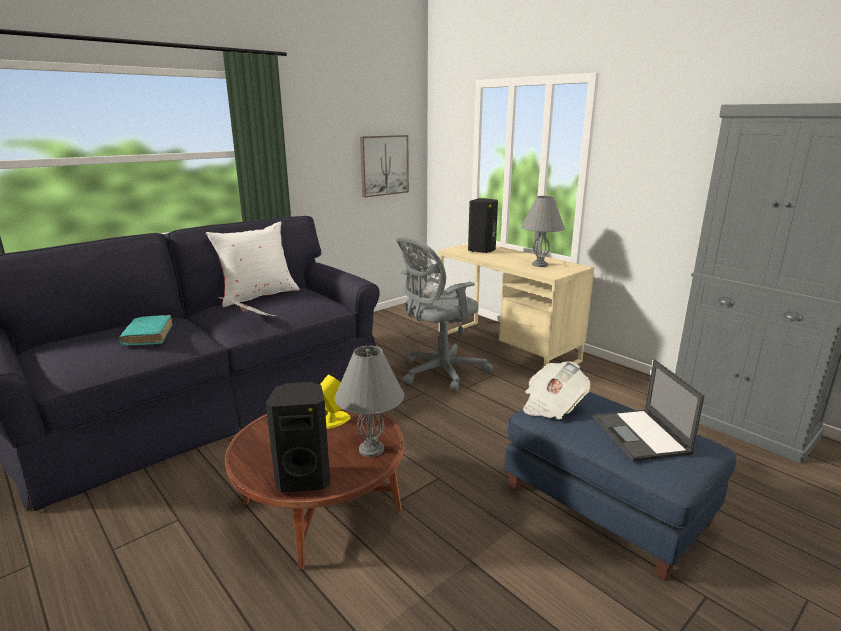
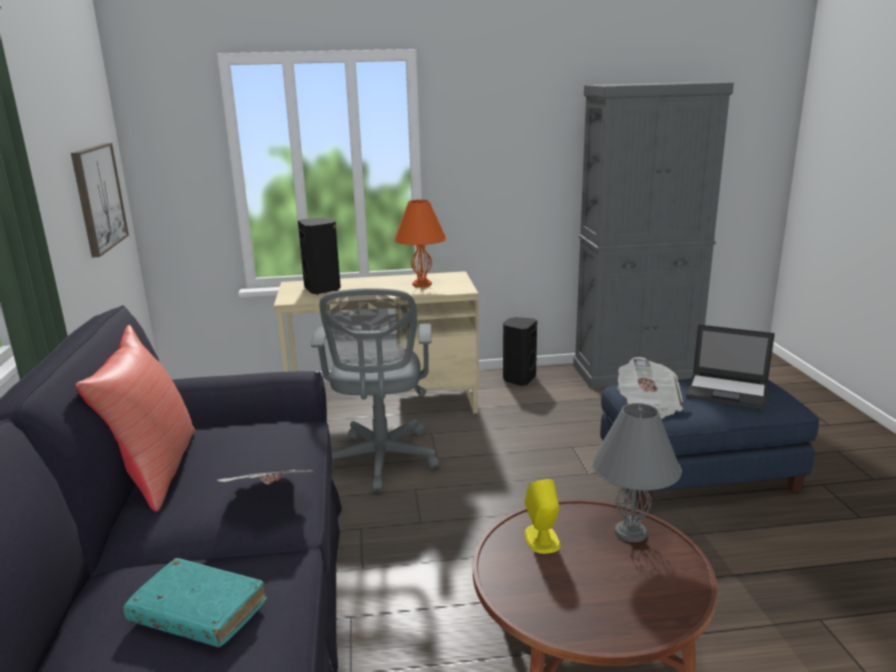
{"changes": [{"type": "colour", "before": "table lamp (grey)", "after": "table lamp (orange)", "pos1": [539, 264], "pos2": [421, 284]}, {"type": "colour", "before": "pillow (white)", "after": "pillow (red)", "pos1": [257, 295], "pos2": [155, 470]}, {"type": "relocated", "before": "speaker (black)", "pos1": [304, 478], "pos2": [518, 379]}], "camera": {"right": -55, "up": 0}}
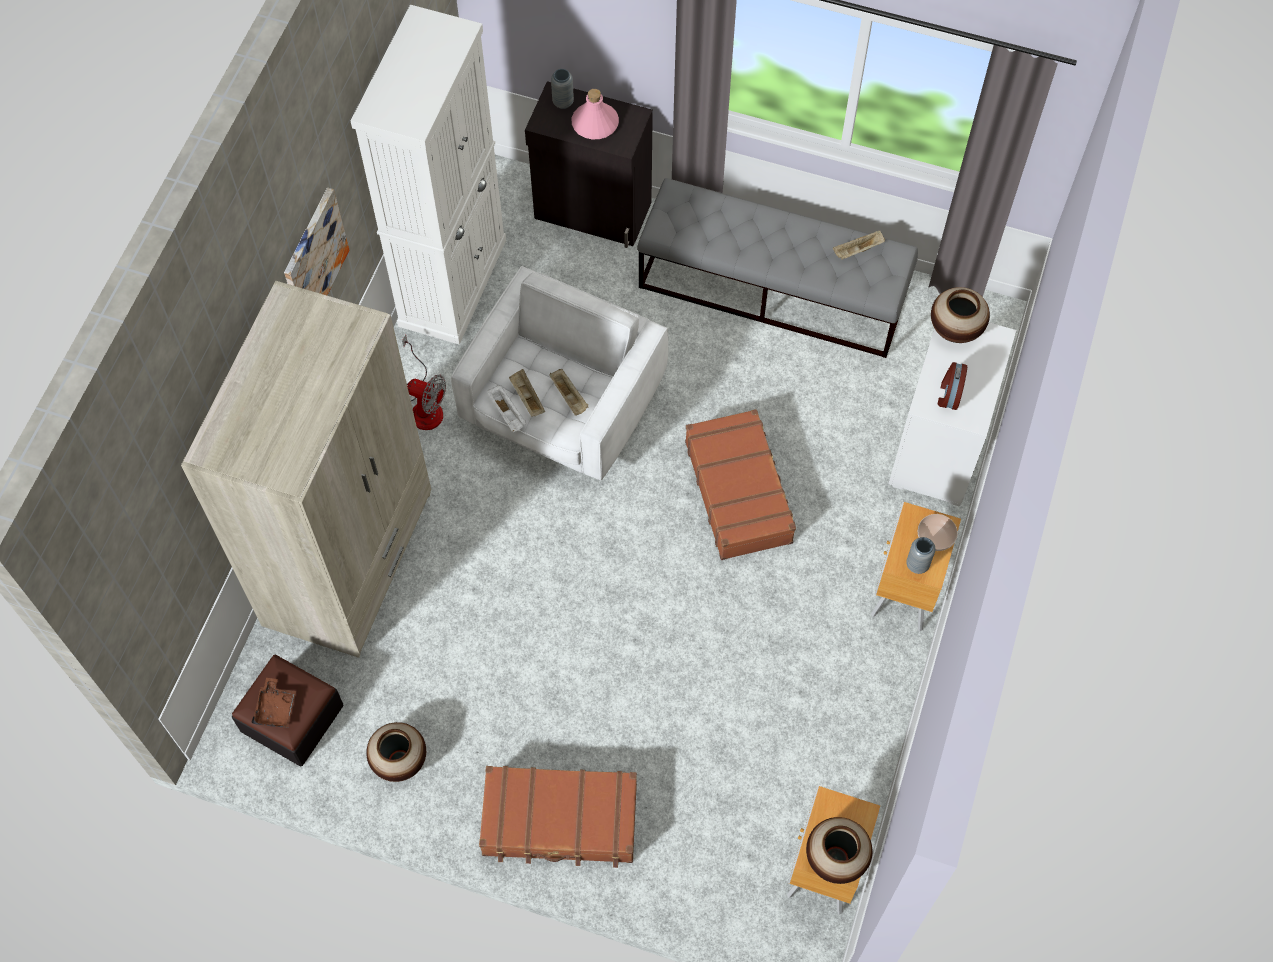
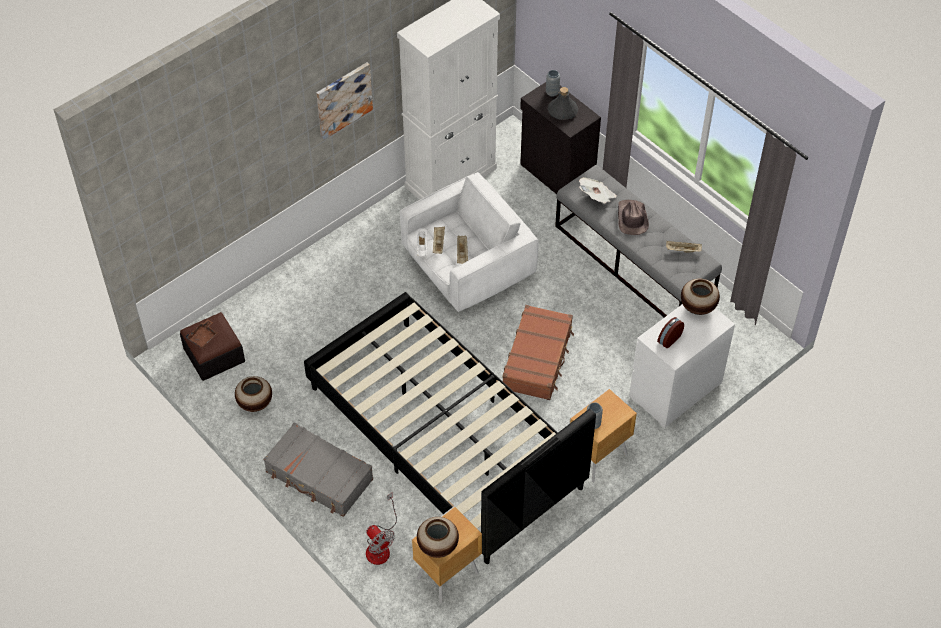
{"changes": [{"type": "colour", "before": "bottle (pink)", "after": "bottle (grey)", "pos1": [594, 123], "pos2": [562, 111]}, {"type": "missing", "before": "wardrobe (beige)", "pos1": [350, 559]}, {"type": "relocated", "before": "fan", "pos1": [424, 405], "pos2": [380, 545]}, {"type": "missing", "before": "bowl", "pos1": [935, 537]}, {"type": "colour", "before": "suitcase (brown)", "after": "suitcase (grey)", "pos1": [560, 821], "pos2": [319, 476]}, {"type": "appeared", "after": "newspaper", "pos2": [597, 197]}, {"type": "appeared", "after": "hat (brown)", "pos2": [631, 218]}, {"type": "appeared", "after": "bed (black)", "pos2": [444, 438]}], "camera": {"right": 30, "up": -10}}
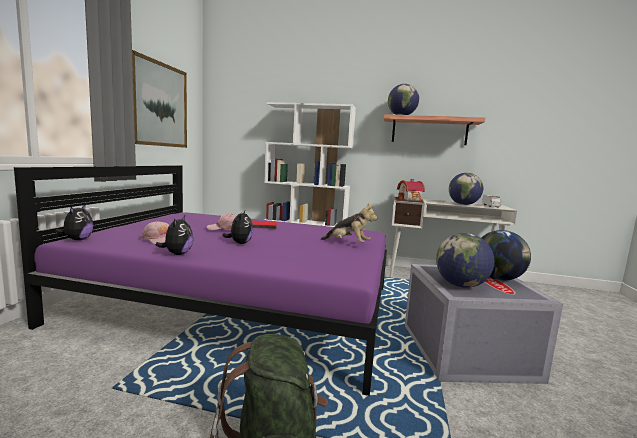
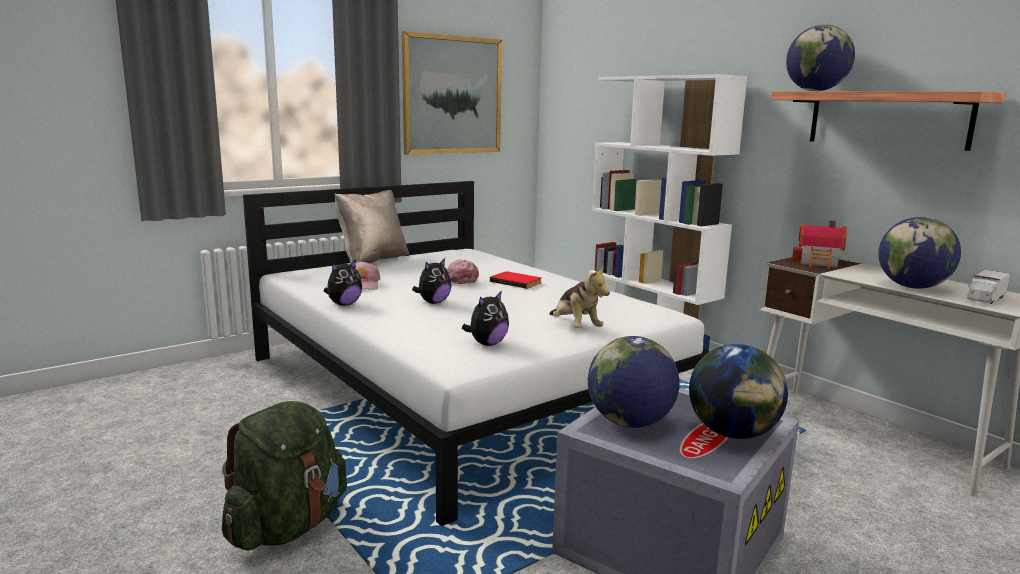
{"changes": [{"type": "colour", "before": "bed (purple)", "after": "bed (white)", "pos1": [240, 303], "pos2": [461, 386]}, {"type": "relocated", "before": "plush toy", "pos1": [77, 240], "pos2": [487, 344]}, {"type": "appeared", "after": "pillow (beige)", "pos2": [372, 260]}], "camera": {"right": 40, "up": 5}}
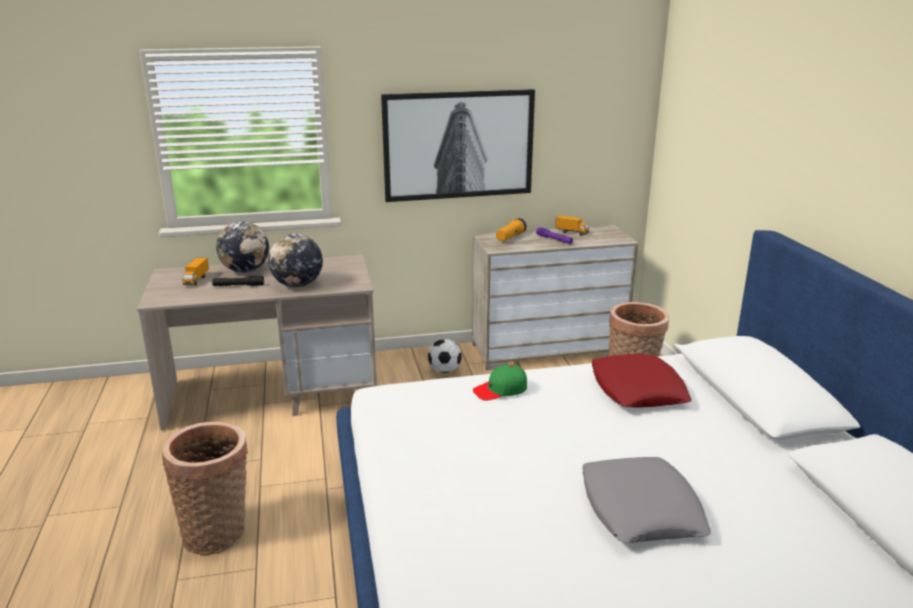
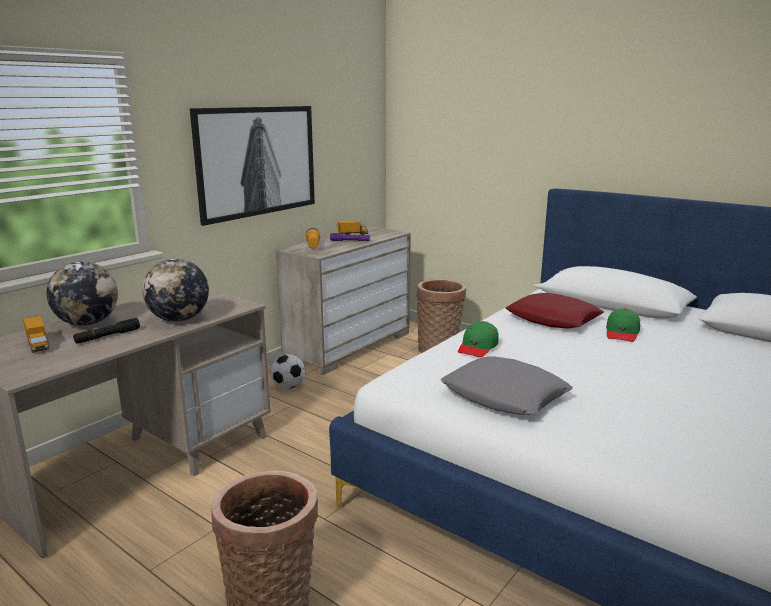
{"changes": [{"type": "relocated", "before": "pillow (grey)", "pos1": [641, 509], "pos2": [505, 395]}, {"type": "appeared", "after": "cap (green)", "pos2": [622, 333]}], "camera": {"right": -40, "up": -5}}
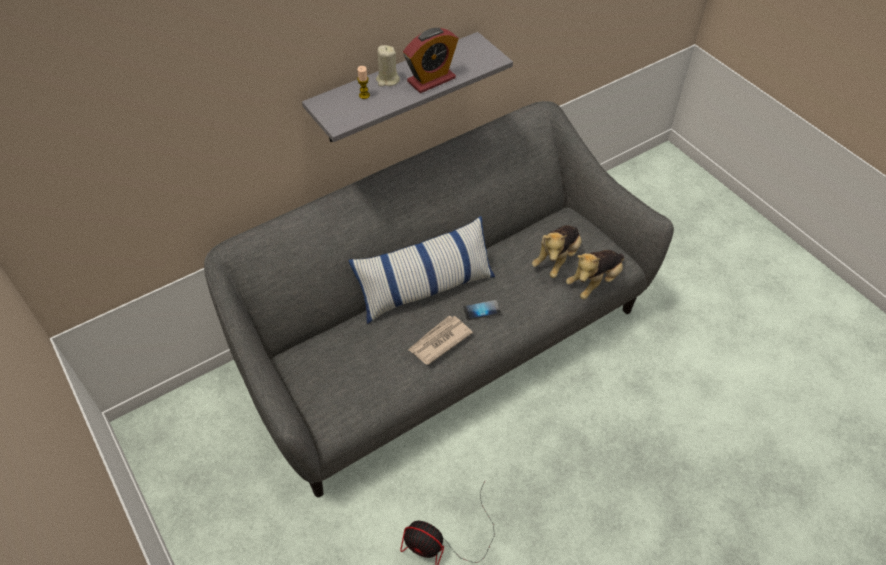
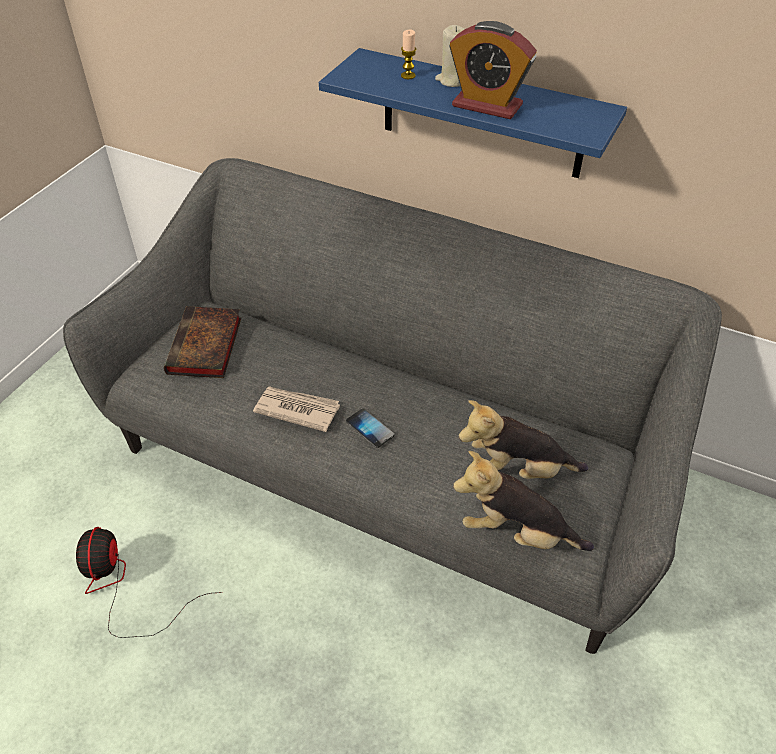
{"changes": [{"type": "colour", "before": "shelf (grey)", "after": "shelf (blue)", "pos1": [395, 89], "pos2": [482, 114]}, {"type": "missing", "before": "pillow", "pos1": [425, 288]}, {"type": "appeared", "after": "book", "pos2": [205, 348]}], "camera": {"right": 60, "up": -5}}
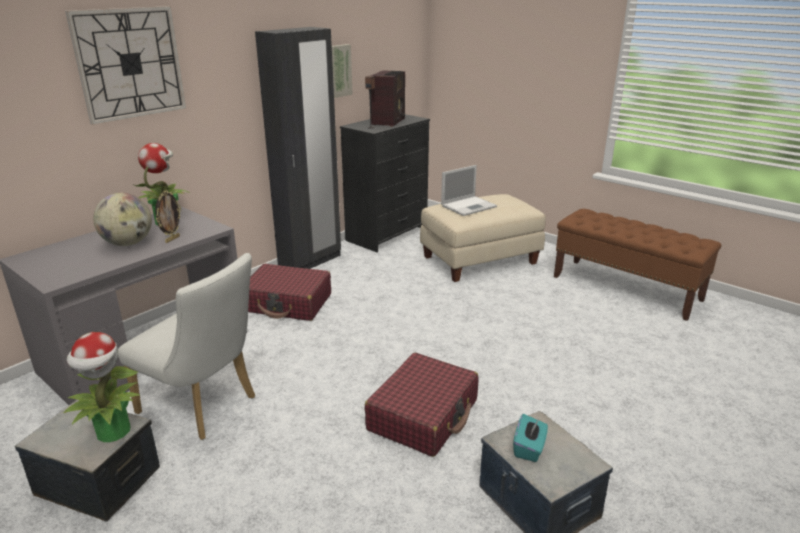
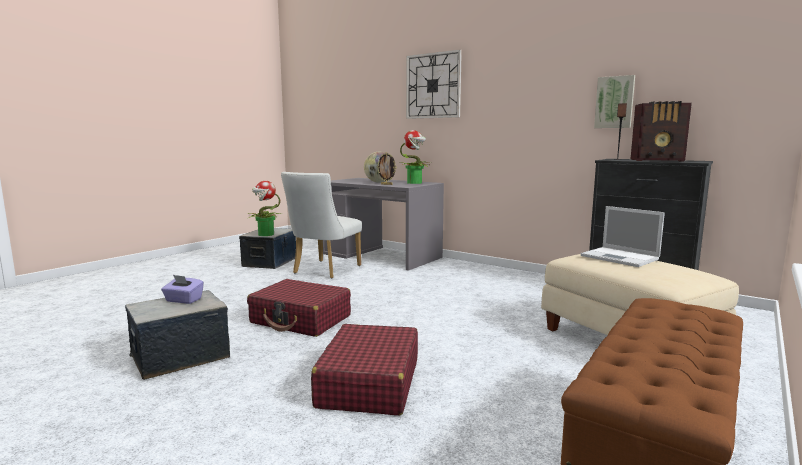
{"changes": [{"type": "missing", "before": "wardrobe (black)", "pos1": [310, 262]}, {"type": "relocated", "before": "suitcase (red)", "pos1": [288, 303], "pos2": [369, 383]}, {"type": "colour", "before": "tissue box (turquoise)", "after": "tissue box (purple)", "pos1": [529, 448], "pos2": [183, 300]}], "camera": {"right": 85, "up": -15}}
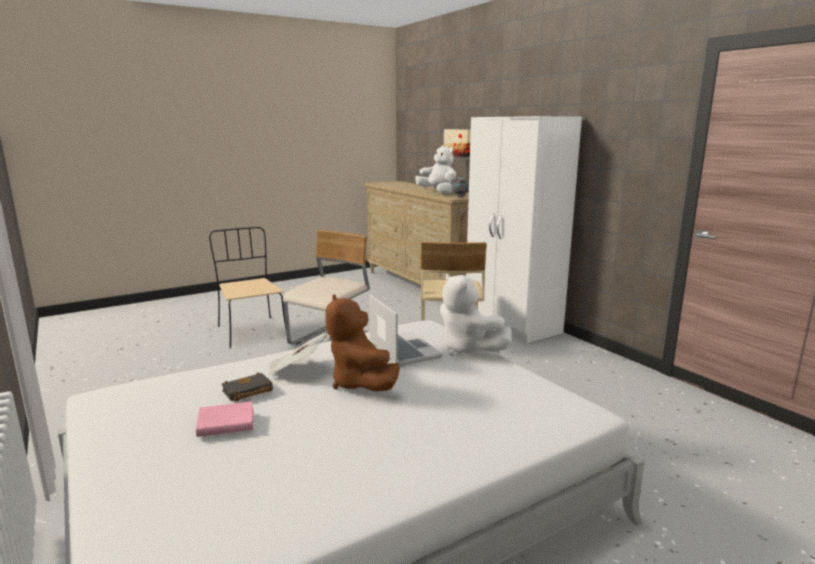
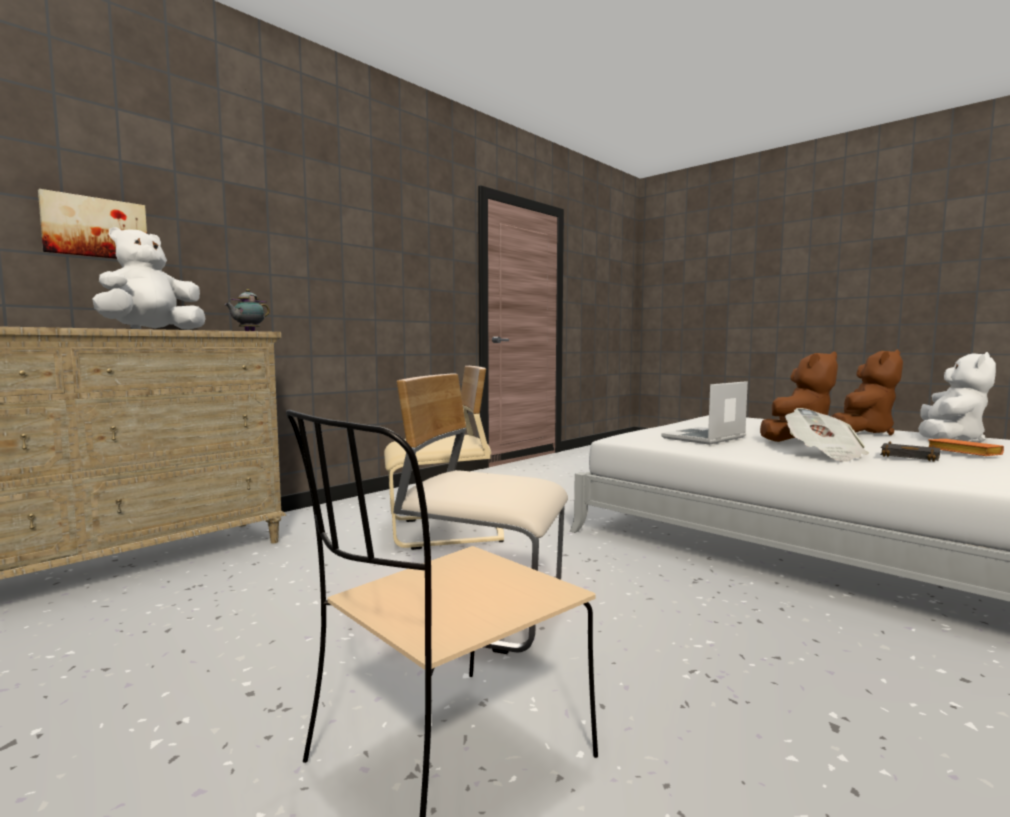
{"changes": [{"type": "missing", "before": "wardrobe (white)", "pos1": [512, 324]}, {"type": "relocated", "before": "plush toy (white)", "pos1": [468, 349], "pos2": [949, 439]}, {"type": "colour", "before": "book (pink)", "after": "book (orange)", "pos1": [228, 423], "pos2": [961, 453]}, {"type": "appeared", "after": "plush toy (brown)", "pos2": [862, 432]}], "camera": {"right": -105, "up": -10}}
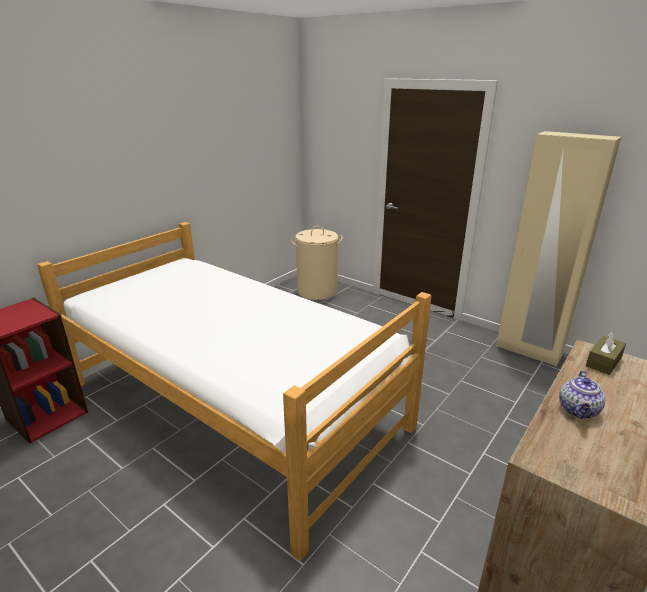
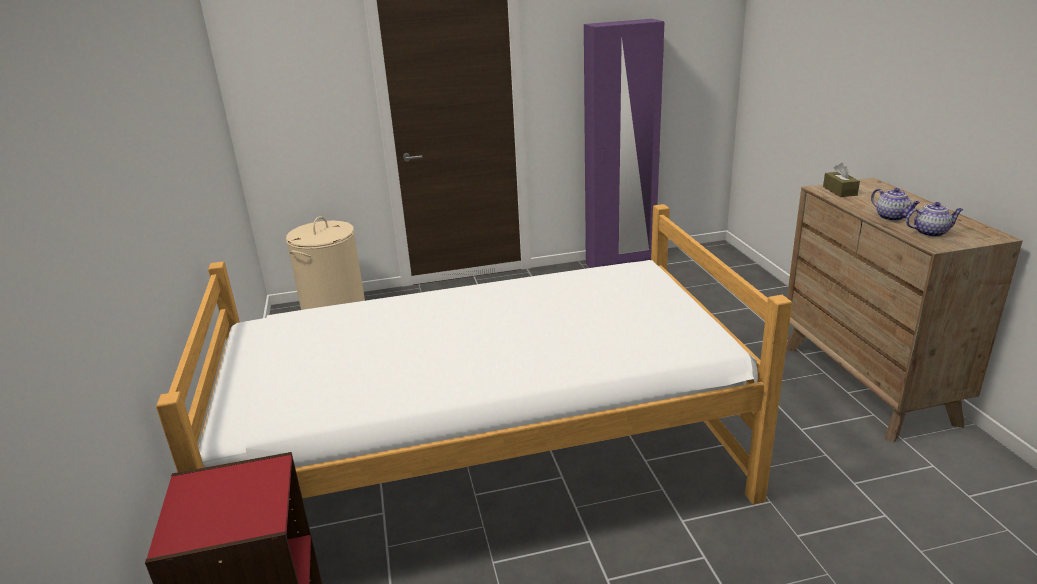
{"changes": [{"type": "colour", "before": "wardrobe (beige)", "after": "wardrobe (purple)", "pos1": [528, 351], "pos2": [620, 263]}, {"type": "appeared", "after": "teapot", "pos2": [931, 232]}], "camera": {"right": -50, "up": 0}}
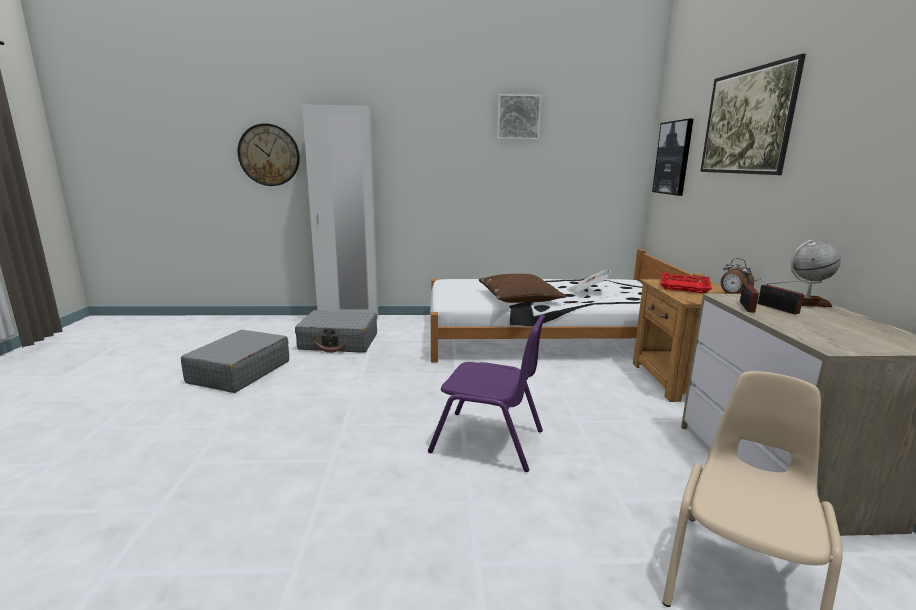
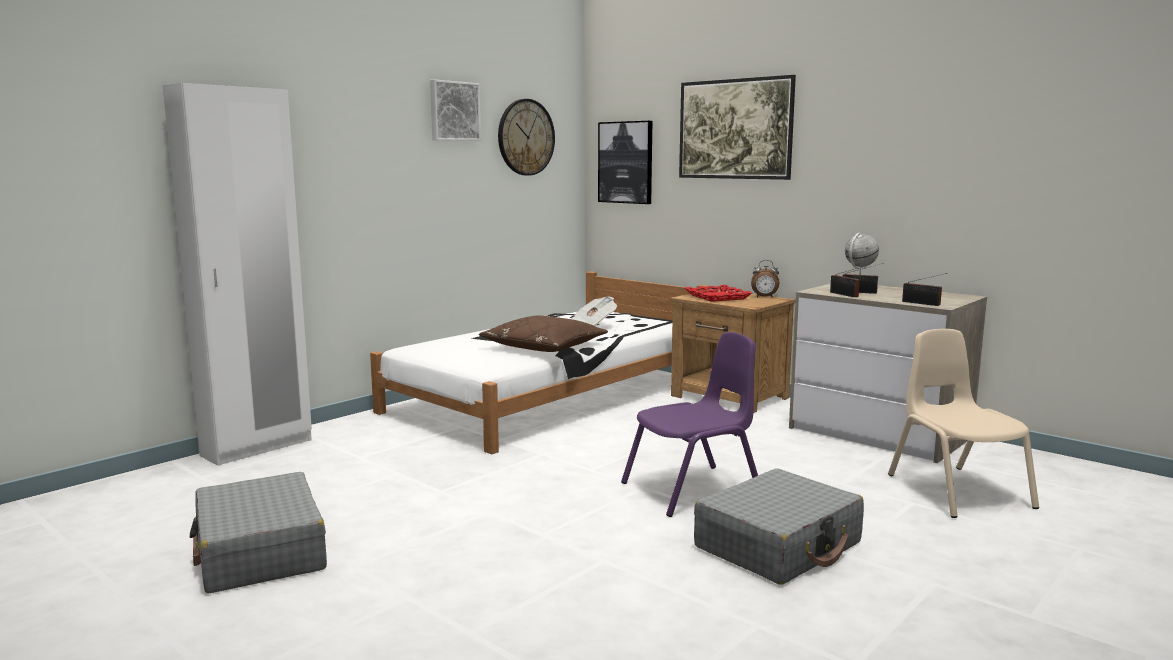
{"changes": [{"type": "relocated", "before": "wall clock", "pos1": [269, 155], "pos2": [525, 137]}, {"type": "relocated", "before": "suitcase (grey)", "pos1": [339, 342], "pos2": [778, 545]}, {"type": "appeared", "after": "radio", "pos2": [923, 303]}], "camera": {"right": -45, "up": -5}}
